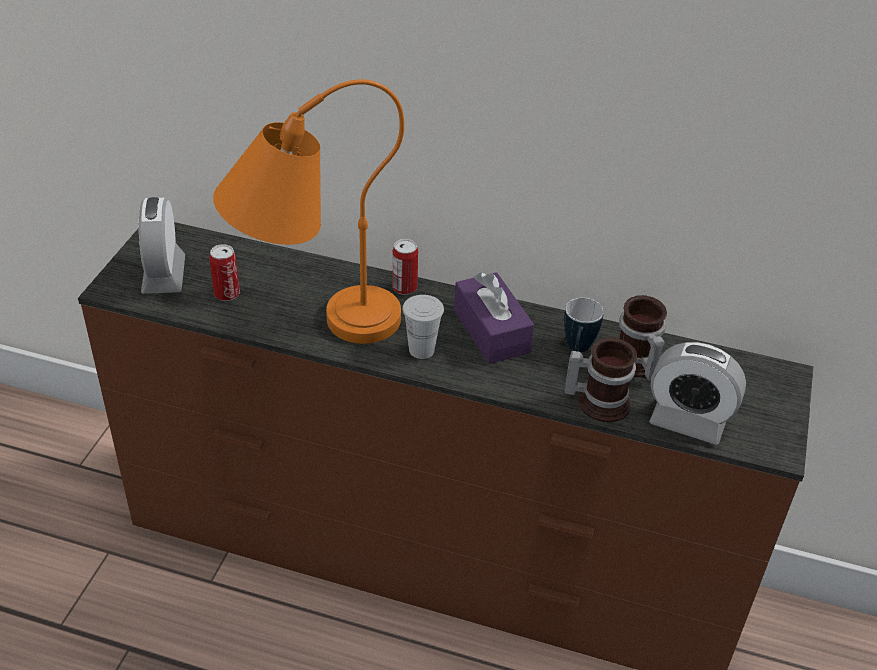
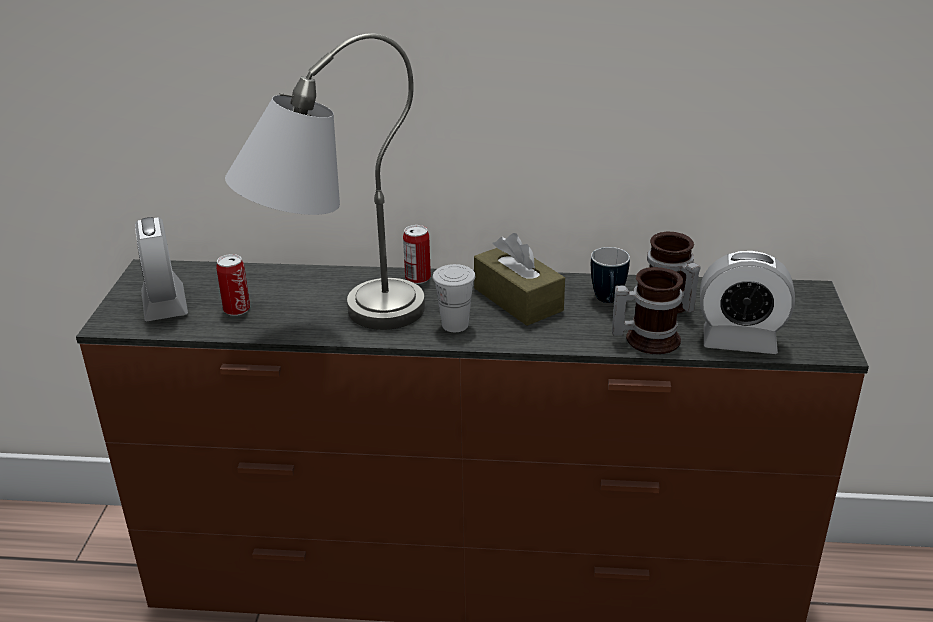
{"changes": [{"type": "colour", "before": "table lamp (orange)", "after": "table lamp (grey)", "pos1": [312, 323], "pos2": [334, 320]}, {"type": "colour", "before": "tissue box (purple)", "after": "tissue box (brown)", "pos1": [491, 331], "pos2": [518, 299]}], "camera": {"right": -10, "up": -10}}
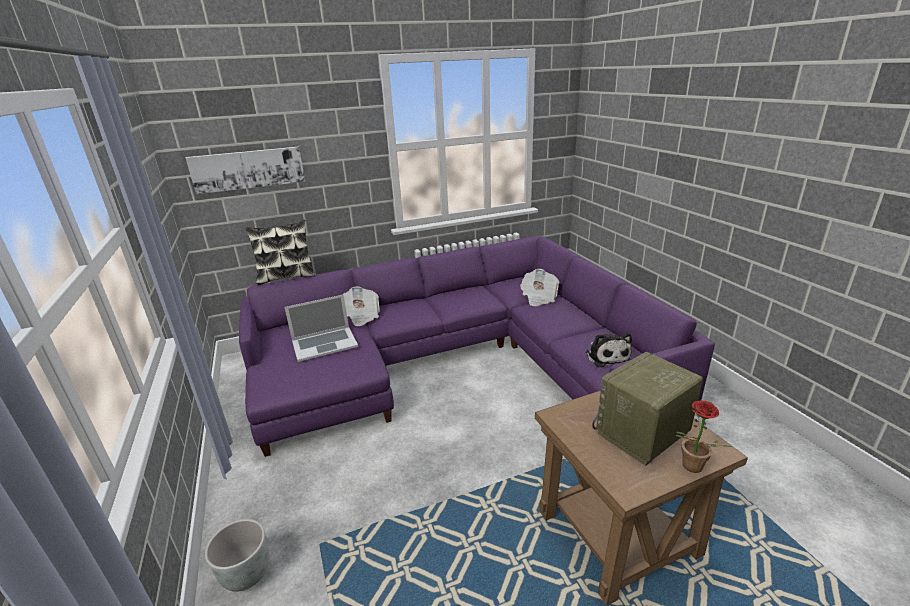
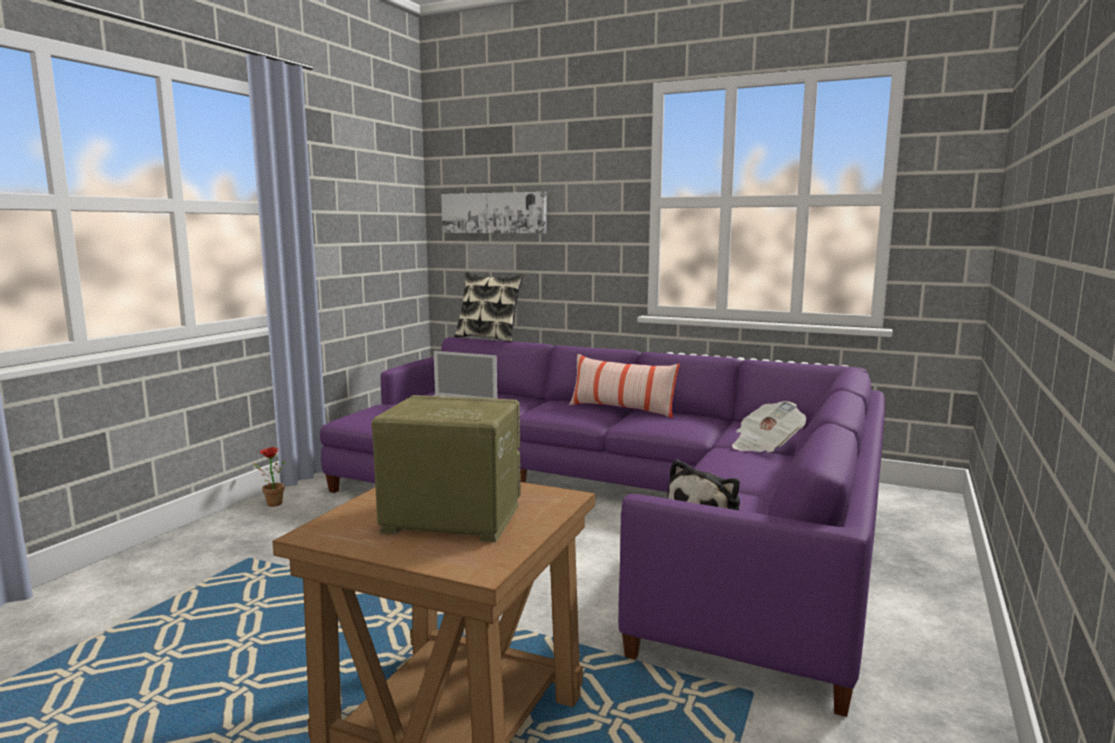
{"changes": [{"type": "missing", "before": "newspaper", "pos1": [361, 316]}, {"type": "relocated", "before": "potted plant", "pos1": [690, 468], "pos2": [271, 503]}, {"type": "missing", "before": "planter (grey)", "pos1": [247, 574]}, {"type": "appeared", "after": "pillow", "pos2": [622, 410]}], "camera": {"right": 45, "up": -15}}
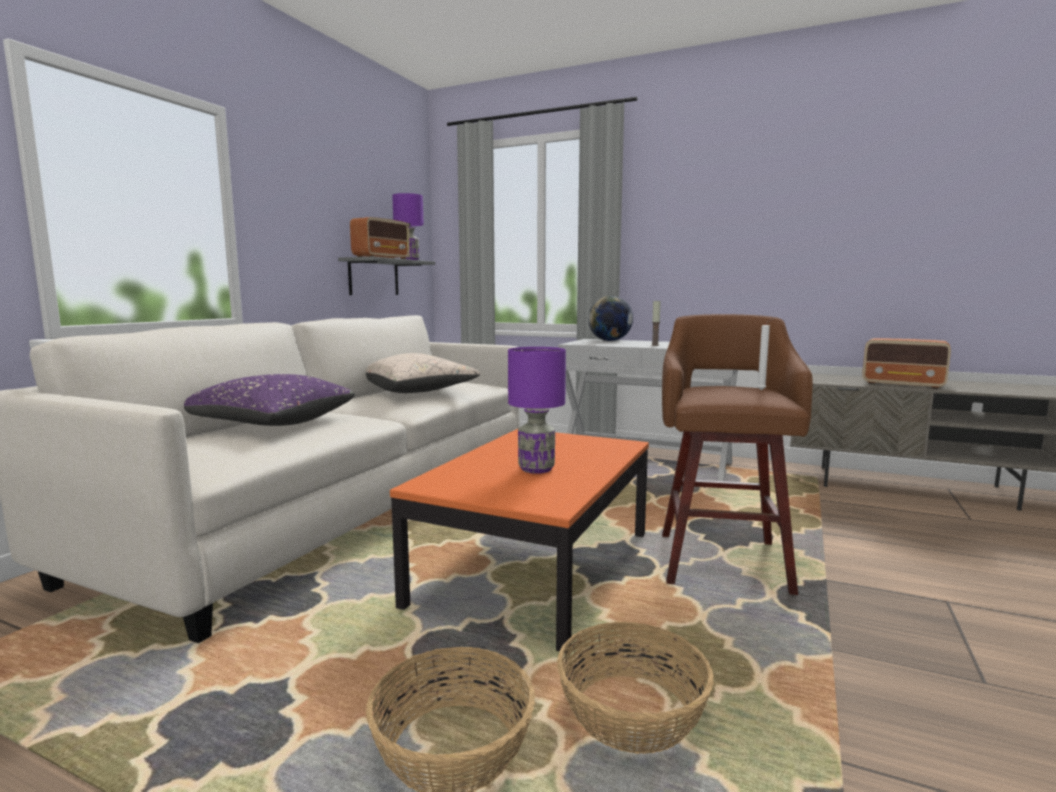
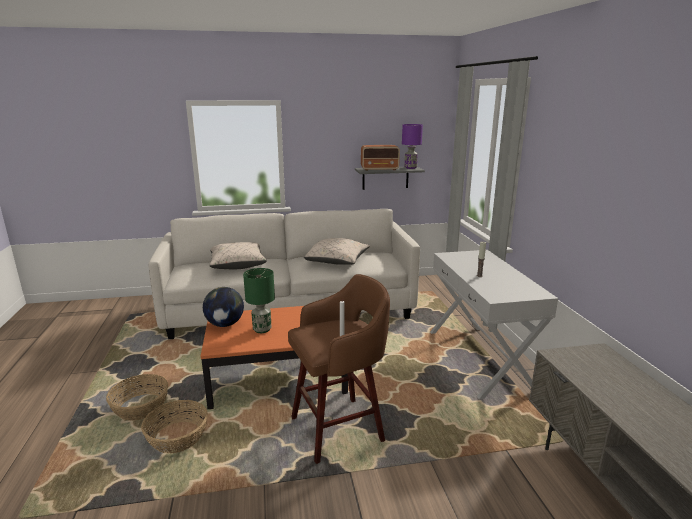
{"changes": [{"type": "relocated", "before": "globe", "pos1": [610, 340], "pos2": [225, 324]}, {"type": "missing", "before": "radio", "pos1": [903, 385]}, {"type": "colour", "before": "table lamp (purple)", "after": "table lamp (green)", "pos1": [535, 469], "pos2": [262, 329]}, {"type": "colour", "before": "pillow (purple)", "after": "pillow (beige)", "pos1": [270, 423], "pos2": [237, 264]}], "camera": {"right": 55, "up": 10}}
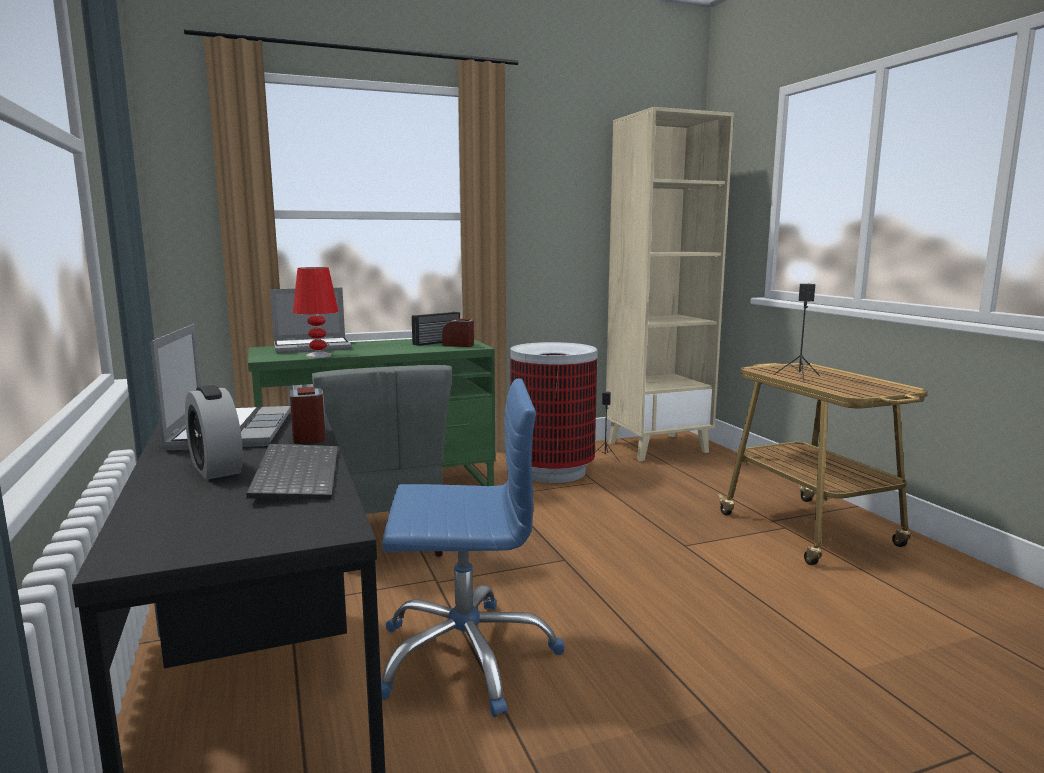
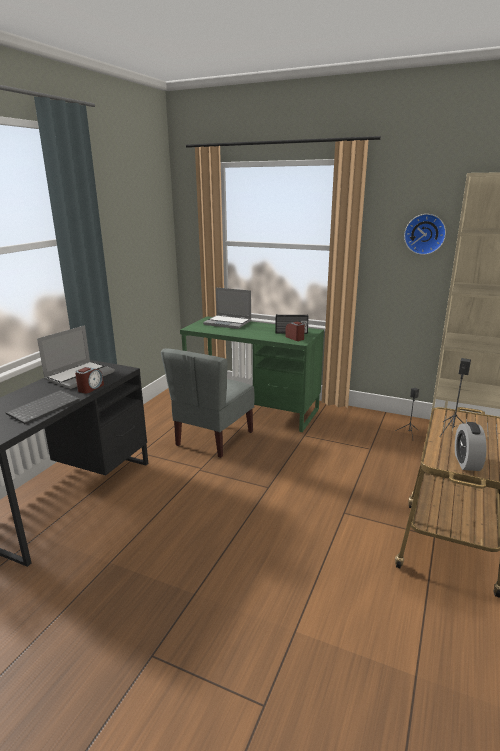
{"changes": [{"type": "missing", "before": "table lamp (red)", "pos1": [318, 356]}, {"type": "missing", "before": "trash can", "pos1": [552, 471]}, {"type": "missing", "before": "office chair (blue)", "pos1": [465, 655]}, {"type": "relocated", "before": "alarm clock", "pos1": [216, 468], "pos2": [466, 462]}, {"type": "appeared", "after": "wall clock", "pos2": [425, 234]}], "camera": {"right": 45, "up": 10}}
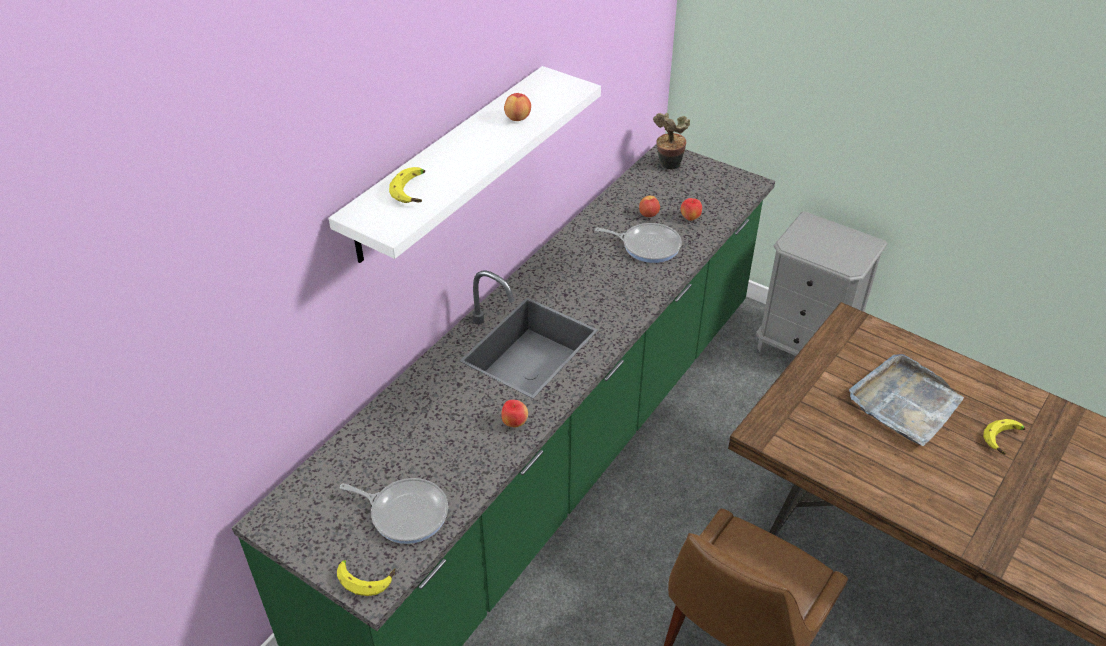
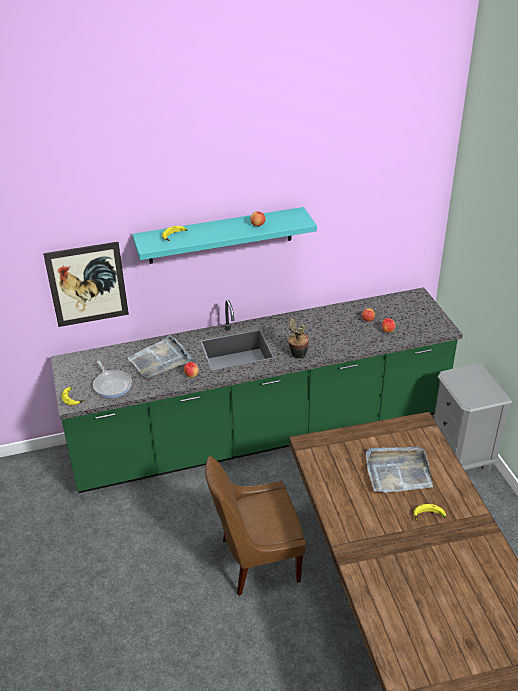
{"changes": [{"type": "colour", "before": "shelf (white)", "after": "shelf (turquoise)", "pos1": [448, 163], "pos2": [220, 235]}, {"type": "relocated", "before": "potted plant", "pos1": [668, 166], "pos2": [297, 355]}, {"type": "missing", "before": "frying pan", "pos1": [647, 245]}, {"type": "appeared", "after": "picture", "pos2": [87, 284]}, {"type": "appeared", "after": "tray (grey)", "pos2": [160, 360]}], "camera": {"right": 40, "up": -5}}
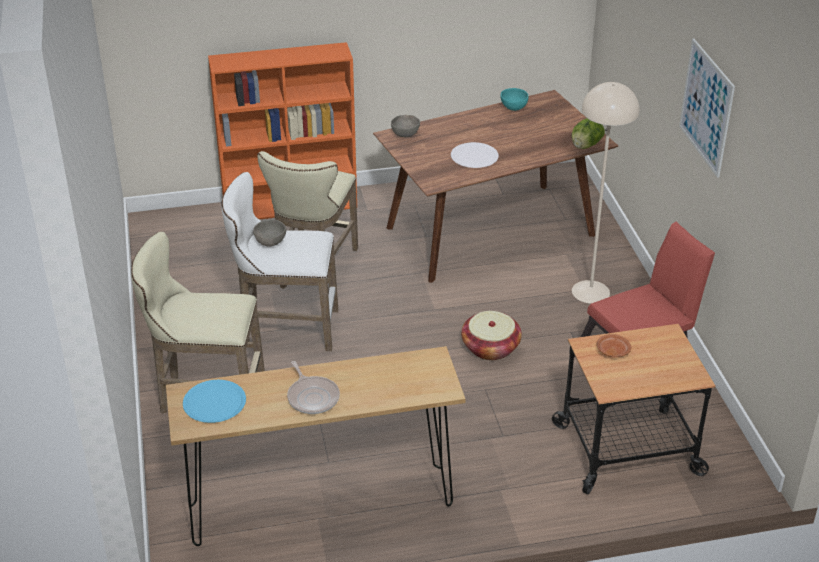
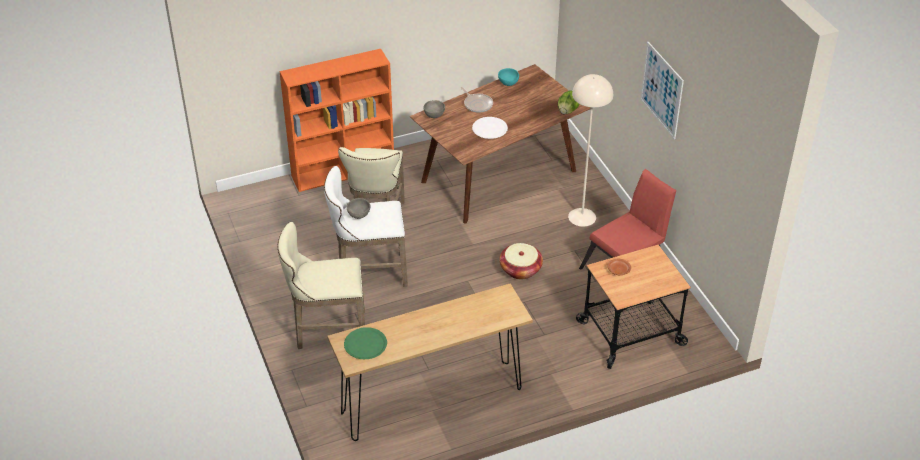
{"changes": [{"type": "relocated", "before": "frying pan", "pos1": [312, 397], "pos2": [477, 104]}, {"type": "colour", "before": "plate (blue)", "after": "plate (green)", "pos1": [214, 402], "pos2": [365, 344]}], "camera": {"right": -10, "up": 5}}
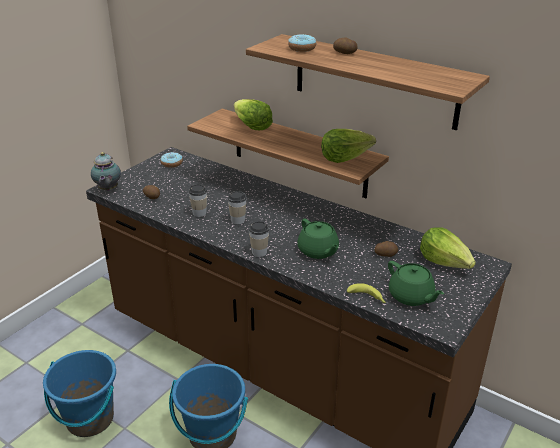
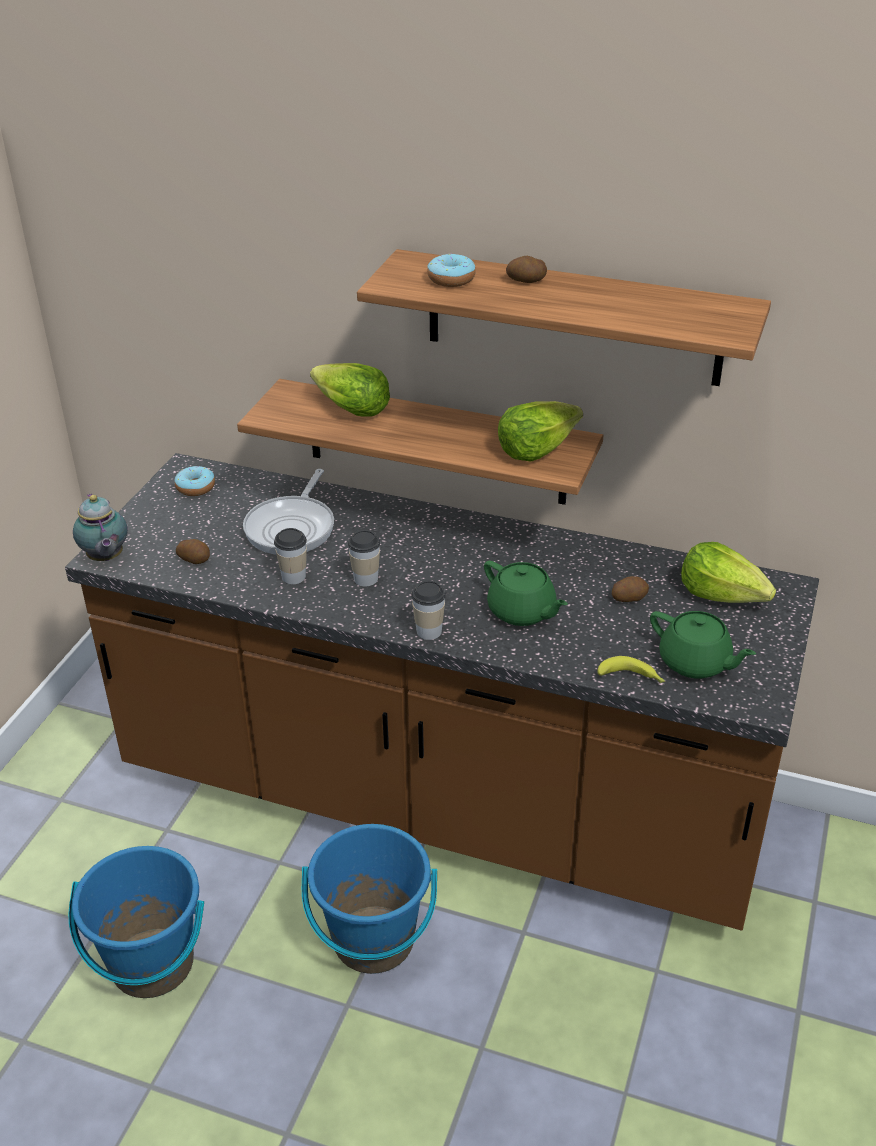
{"changes": [{"type": "appeared", "after": "frying pan", "pos2": [292, 527]}], "camera": {"right": -15, "up": 5}}
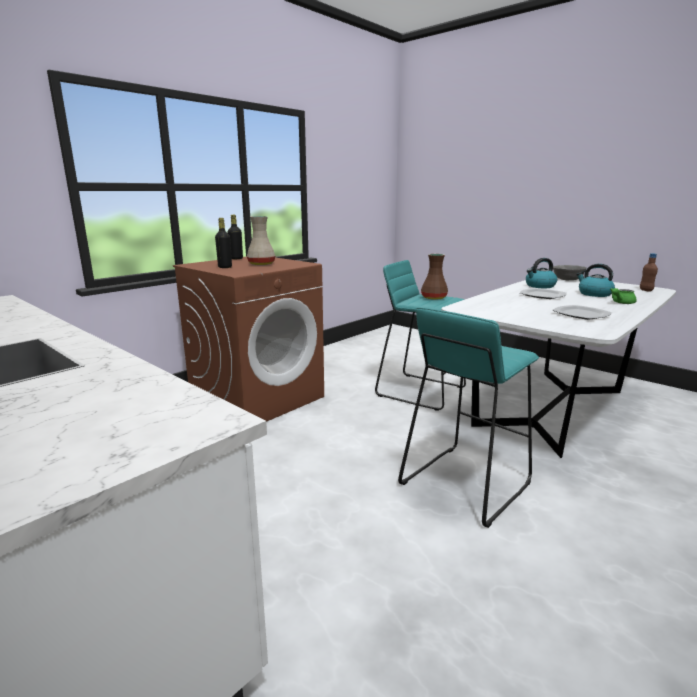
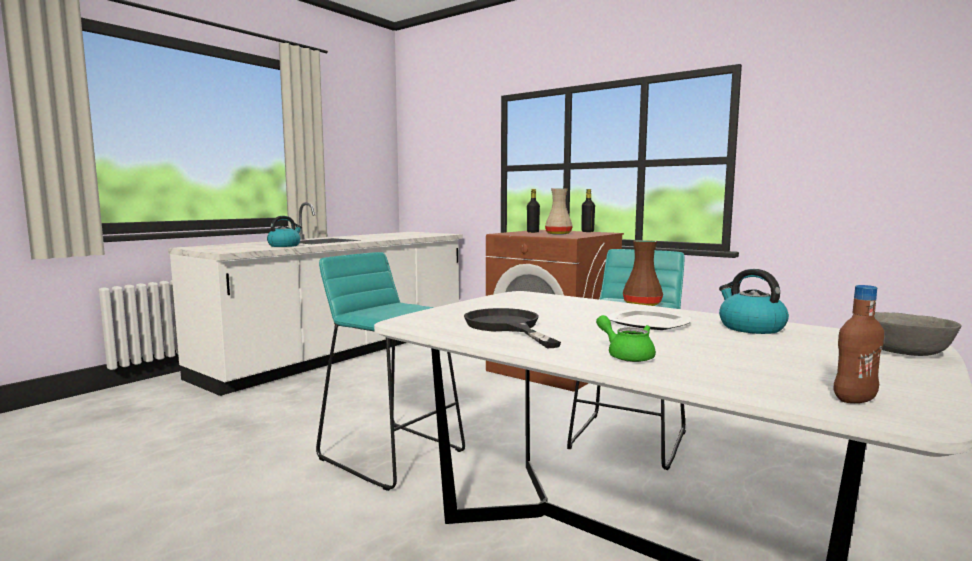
{"changes": [{"type": "relocated", "before": "kettle", "pos1": [594, 294], "pos2": [284, 245]}, {"type": "exchanged", "before": "plate", "after": "frying pan (black)", "pos1": [581, 314], "pos2": [507, 327]}], "camera": {"right": 85, "up": -10}}
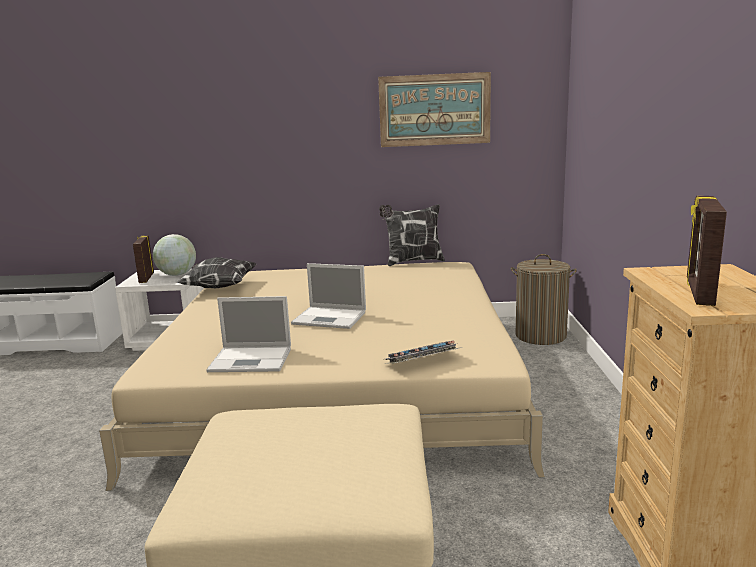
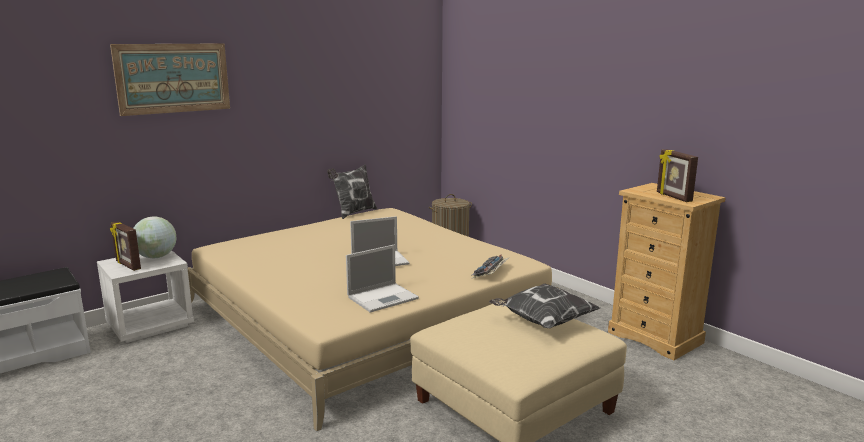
{"changes": [{"type": "relocated", "before": "picture", "pos1": [434, 110], "pos2": [173, 78]}, {"type": "relocated", "before": "pillow", "pos1": [218, 287], "pos2": [542, 322]}], "camera": {"right": -40, "up": 0}}
